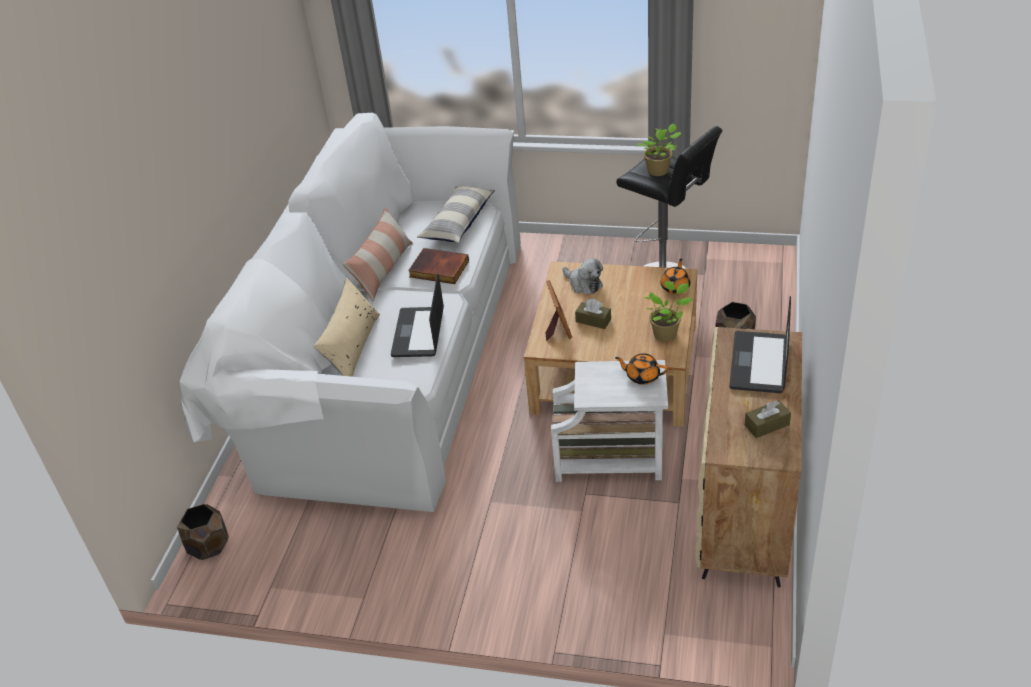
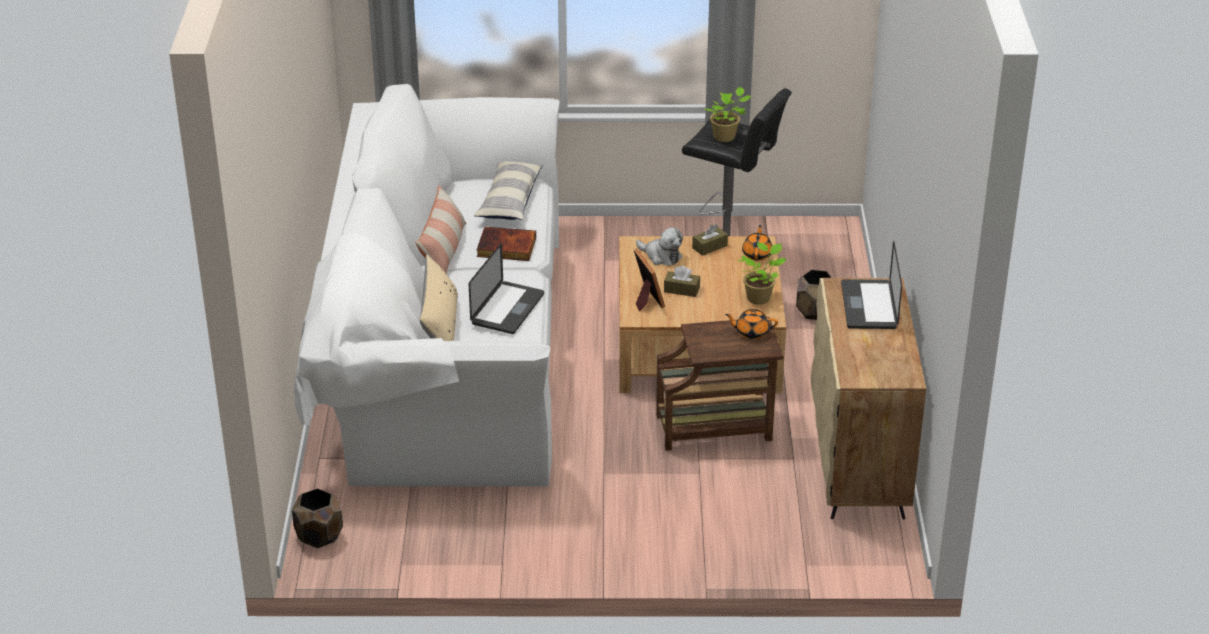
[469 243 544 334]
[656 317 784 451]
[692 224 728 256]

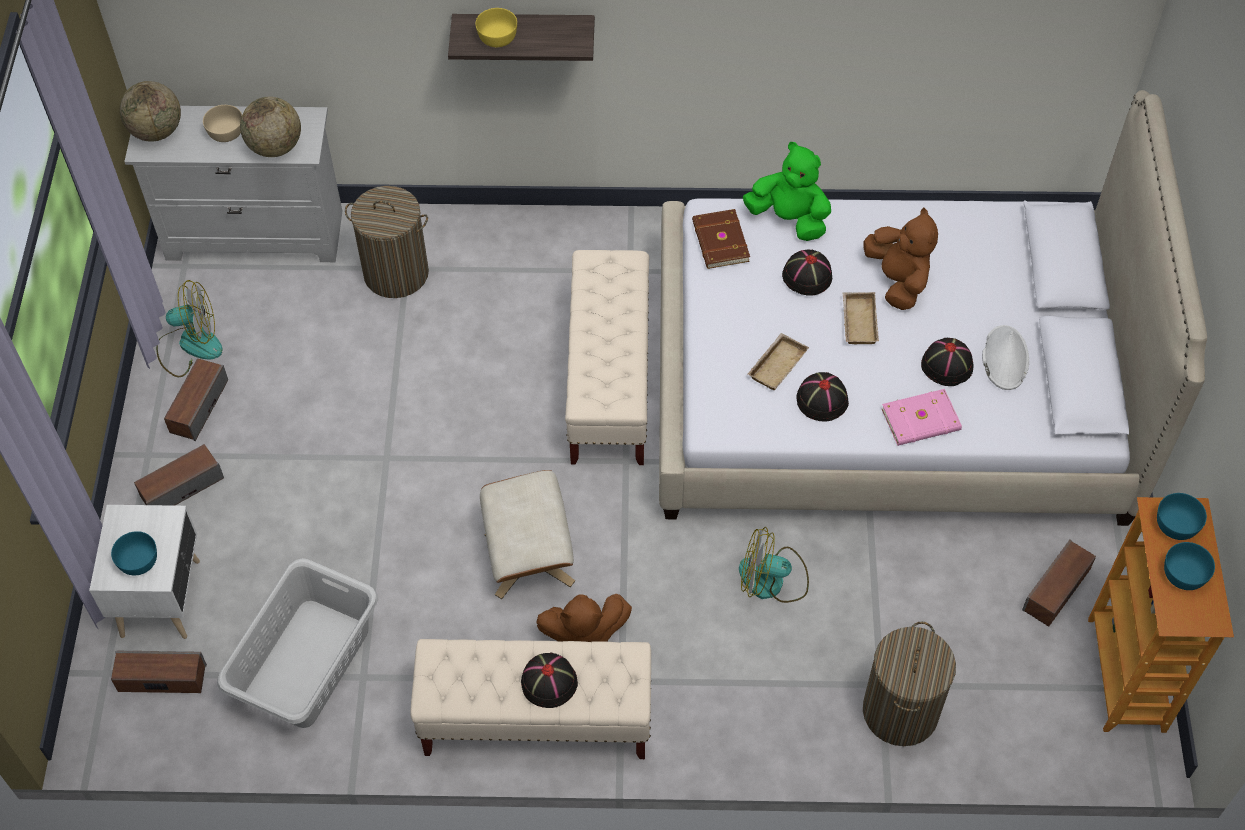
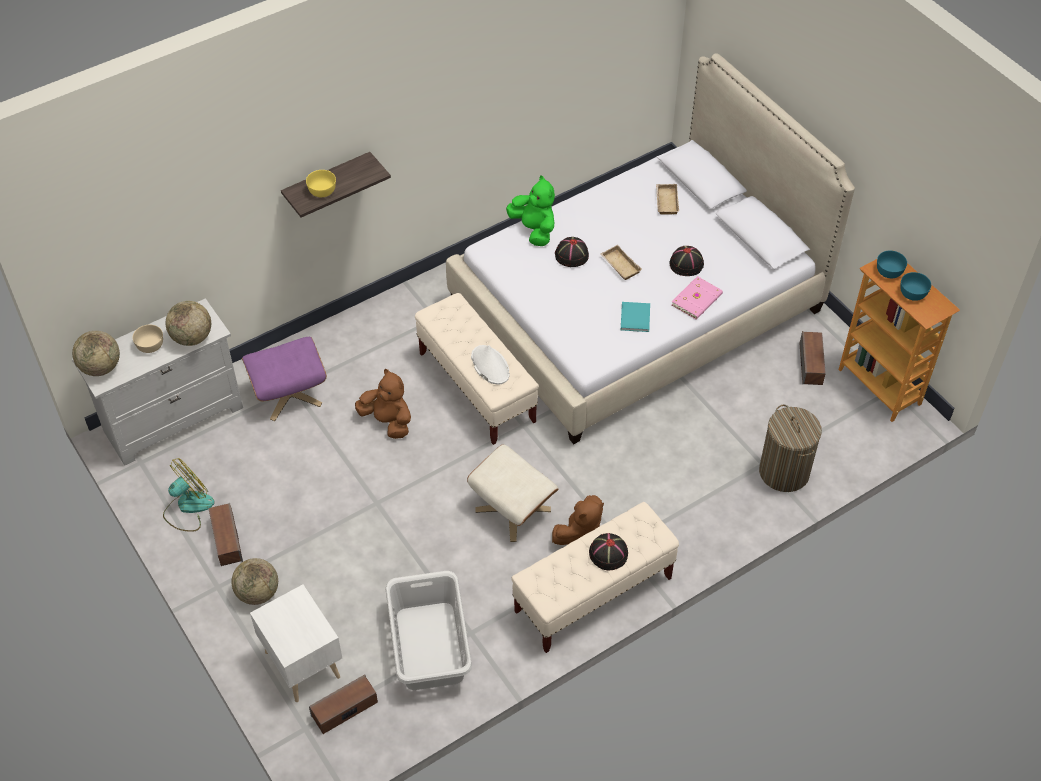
[111 531 157 575] (first image)
[231 558 278 605]
[242 337 327 421]
[692 209 750 269] (first image)
[739 527 809 603] (first image)
[506 175 555 246]
[656 184 679 215]
[621 302 650 332]
[355 369 411 439]
[471 345 510 385]

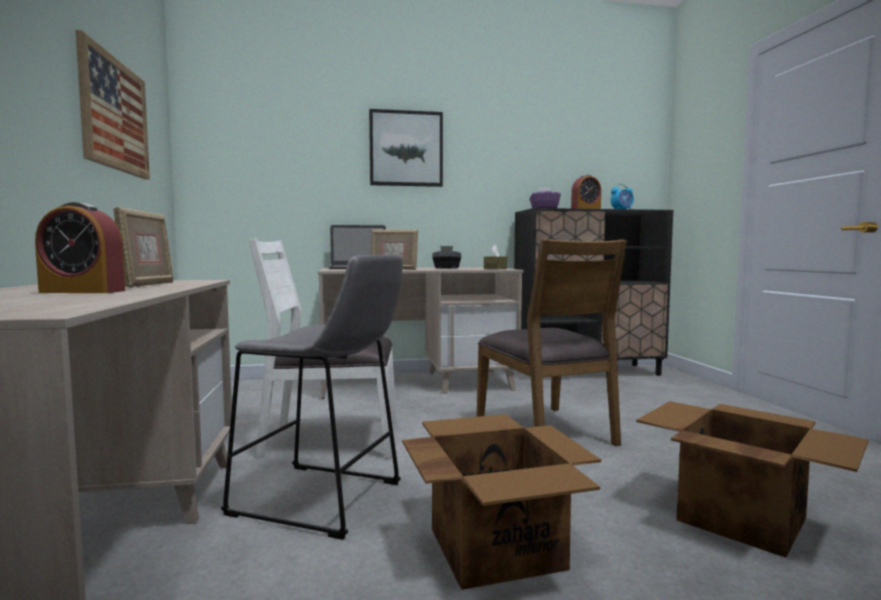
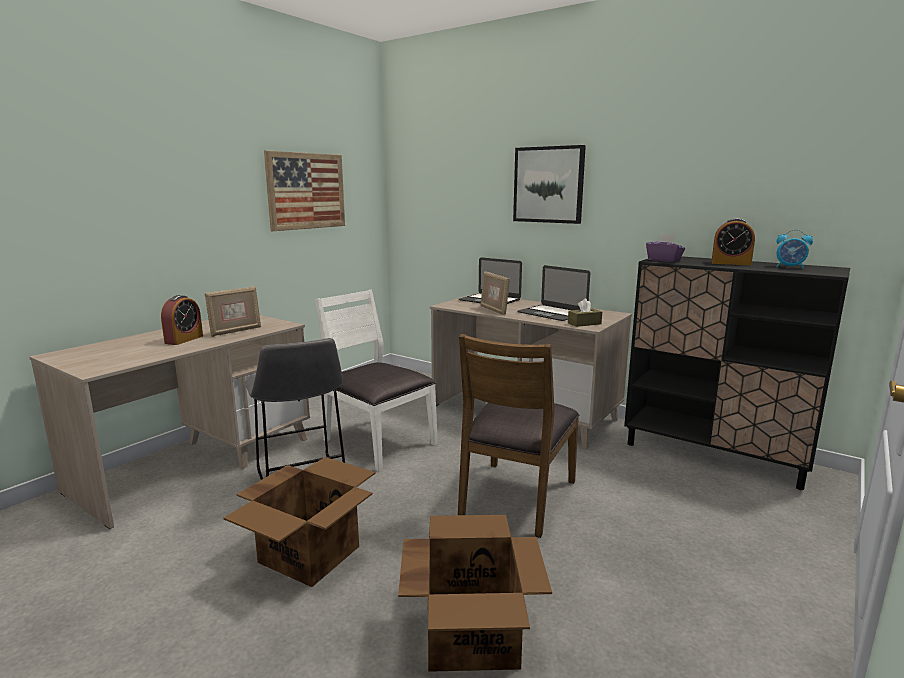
[161 295 203 345]
[517 265 590 321]

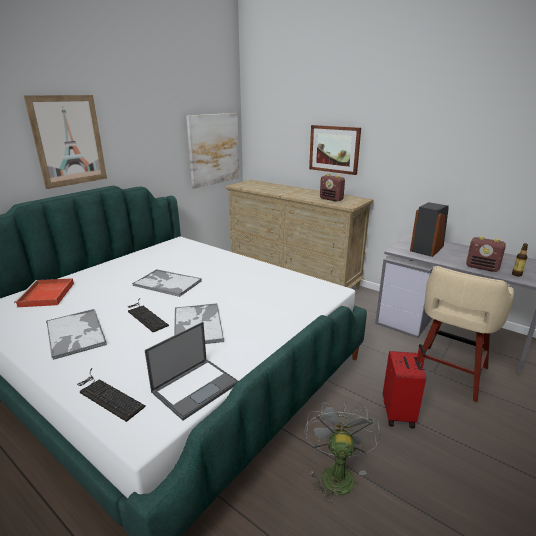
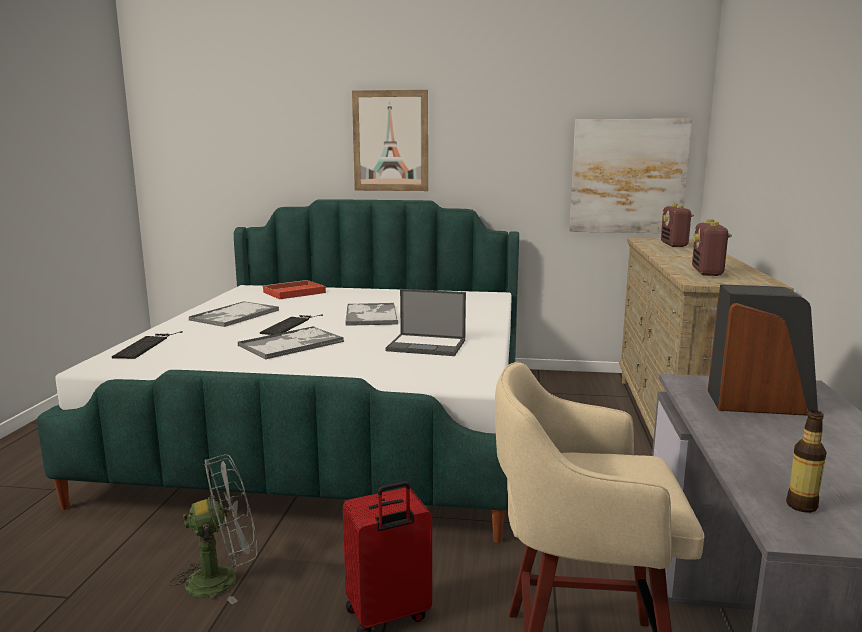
[386 289 466 356]
[309 125 361 175] (first image)
[661 204 694 247]

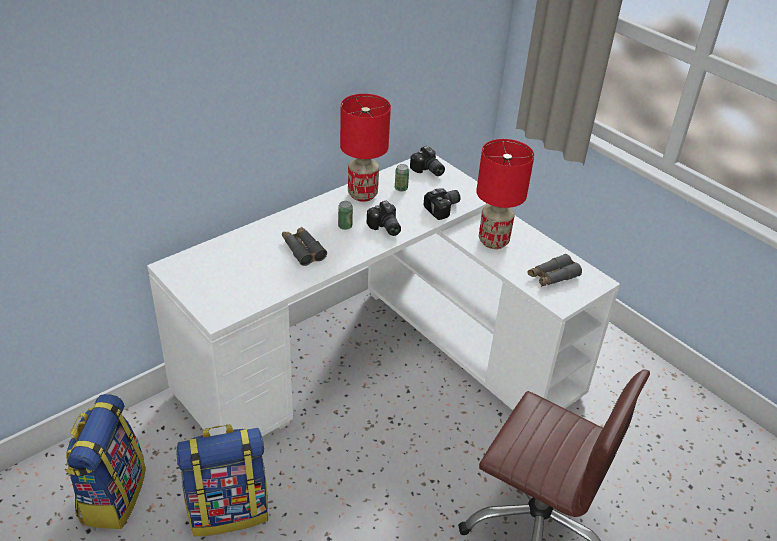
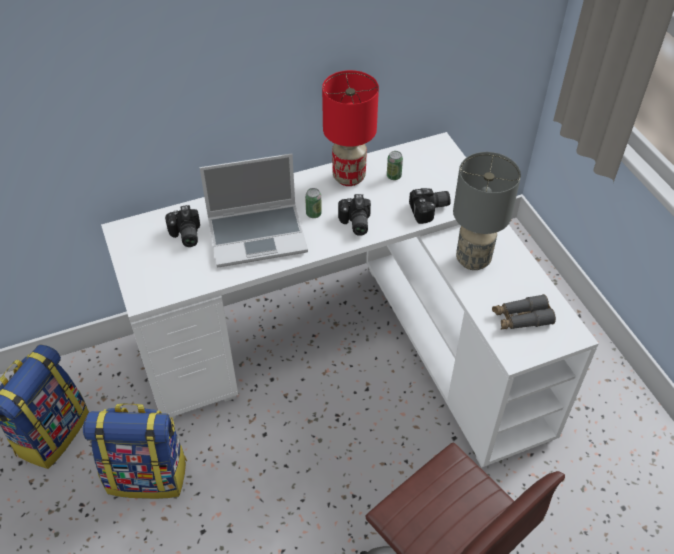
[200 154 308 267]
[165 205 200 247]
[453 152 521 270]

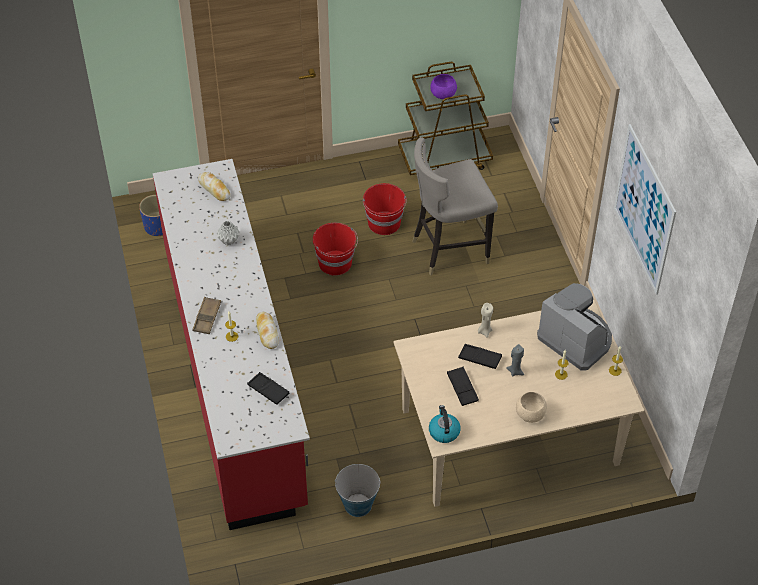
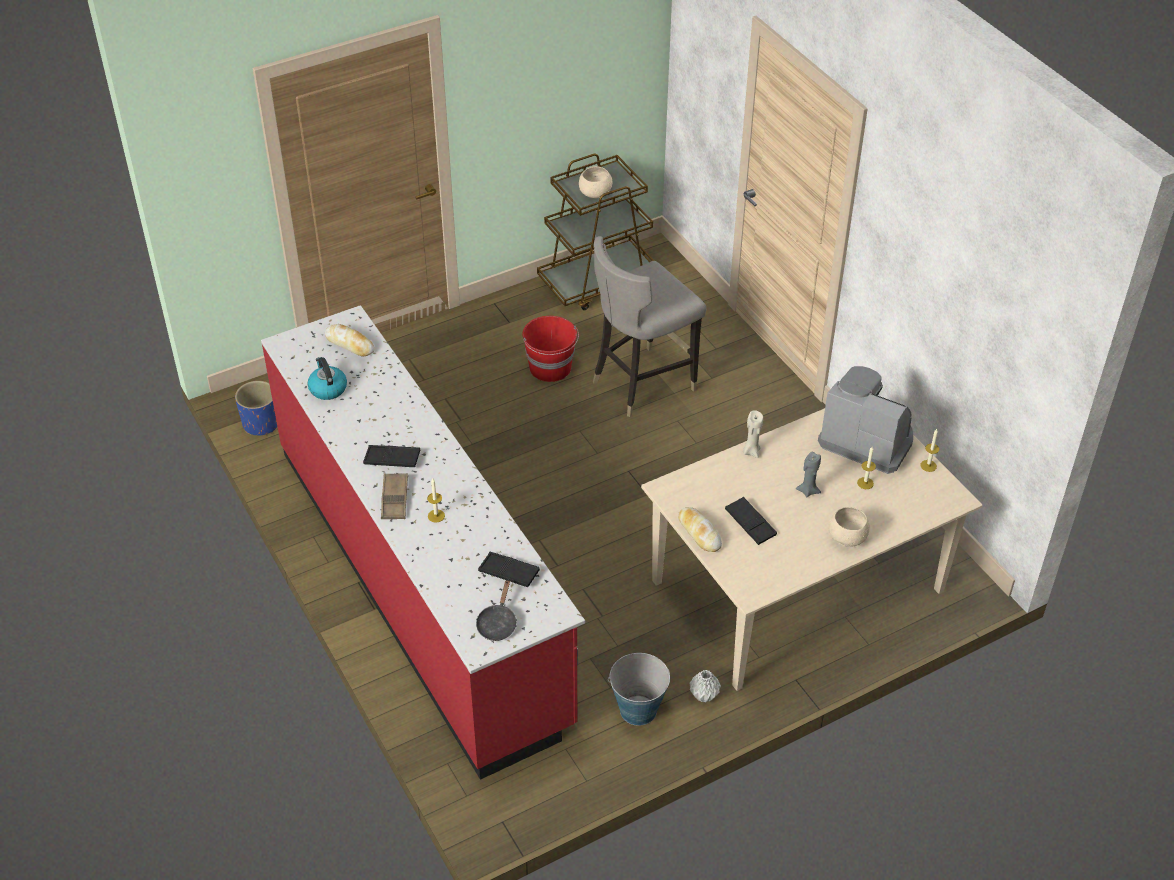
[689 670 721 703]
[678 507 722 552]
[313 223 358 275] (first image)
[307 357 347 400]
[579 166 613 198]
[363 445 420 467]
[614 124 676 295] (first image)
[476 580 517 641]

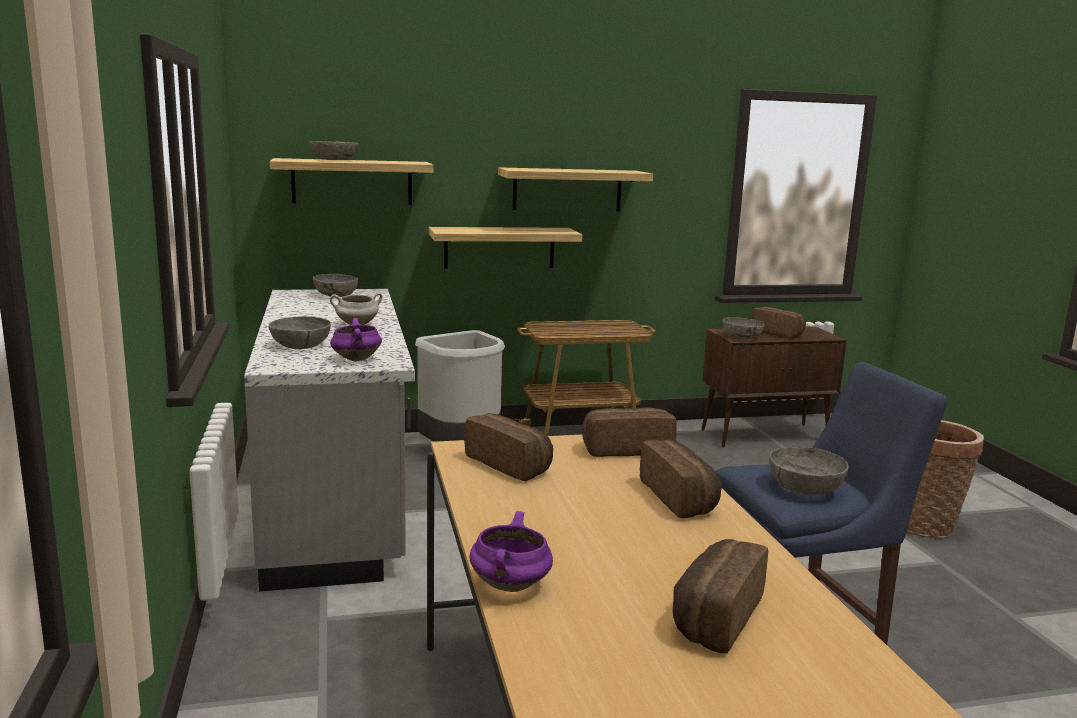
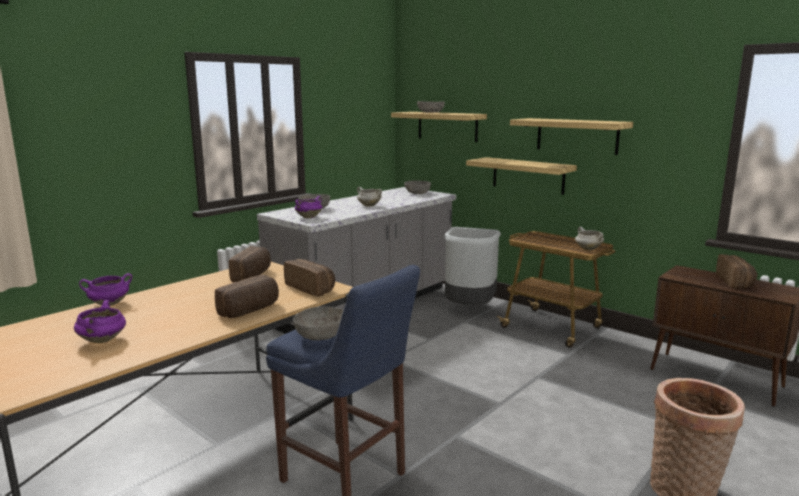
[74 300 126 343]
[723 317 765 339] (first image)
[575 227 604 250]

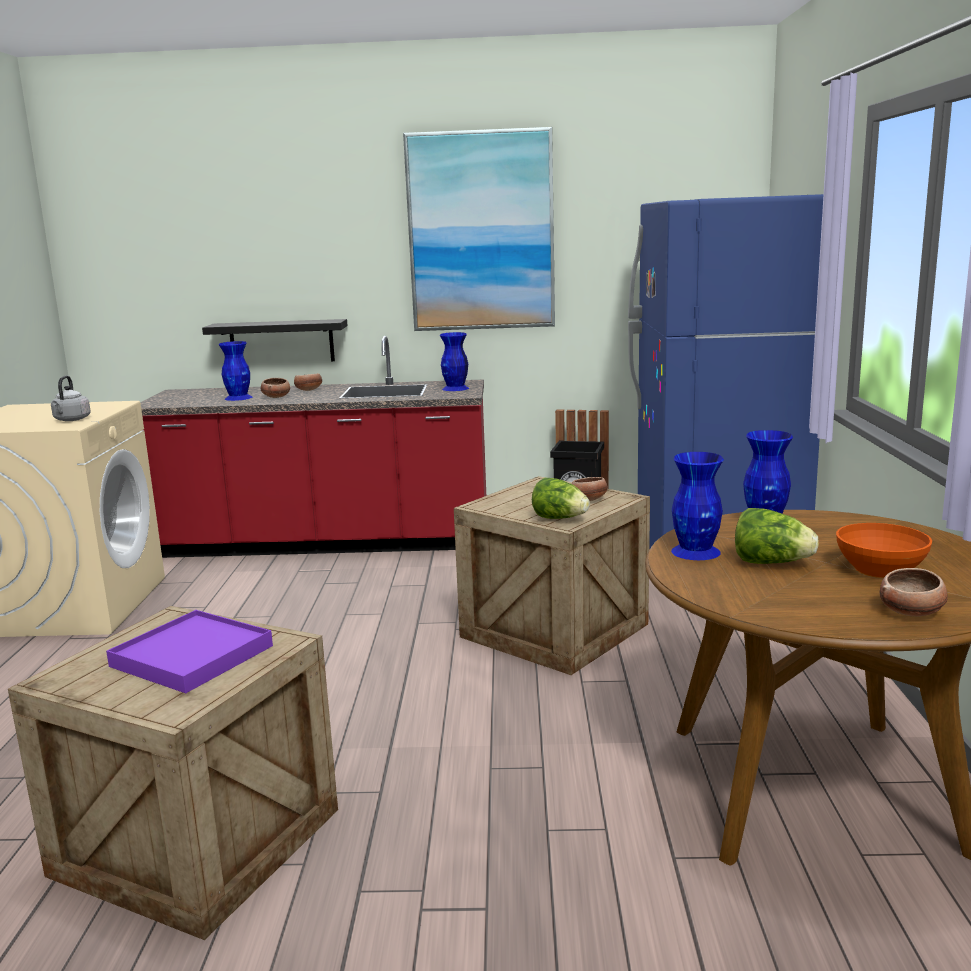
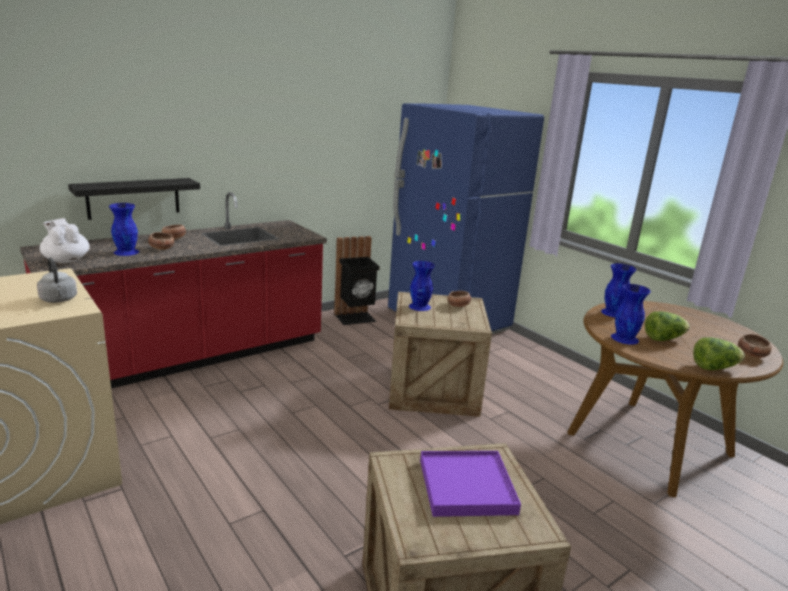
[403 127 555 331] (first image)
[409 261 435 311]
[693 337 745 370]
[836 523 932 578] (first image)
[40 218 90 263]

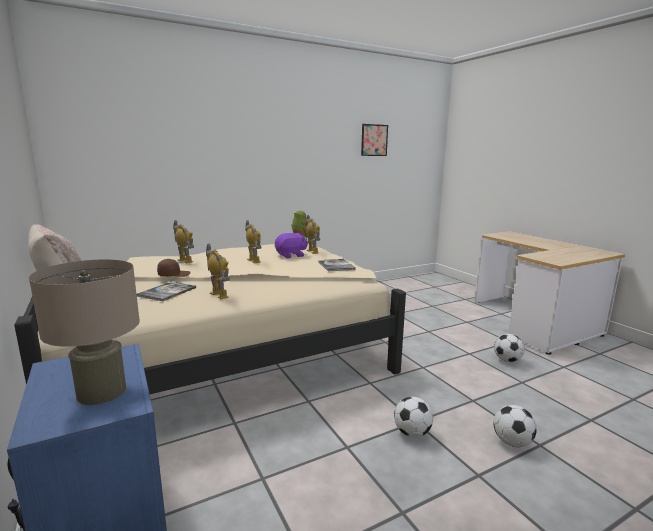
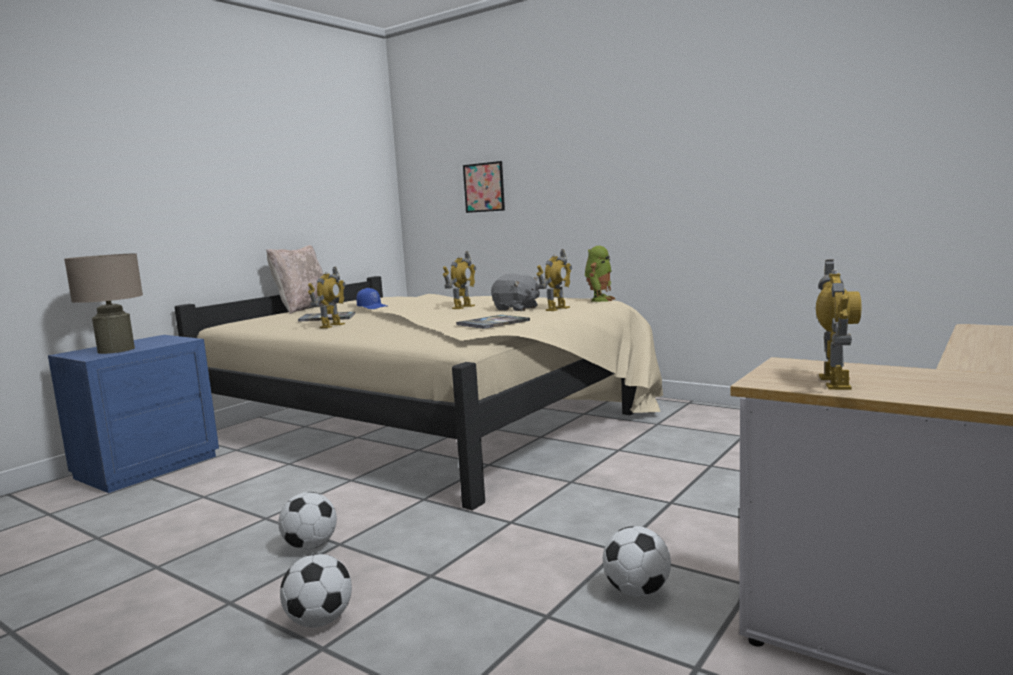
[356 288 388 309]
[816 259 861 390]
[491 274 540 311]
[463 161 505 213]

